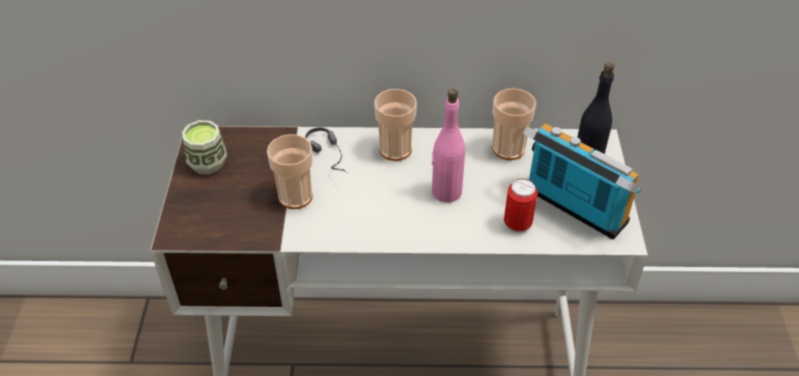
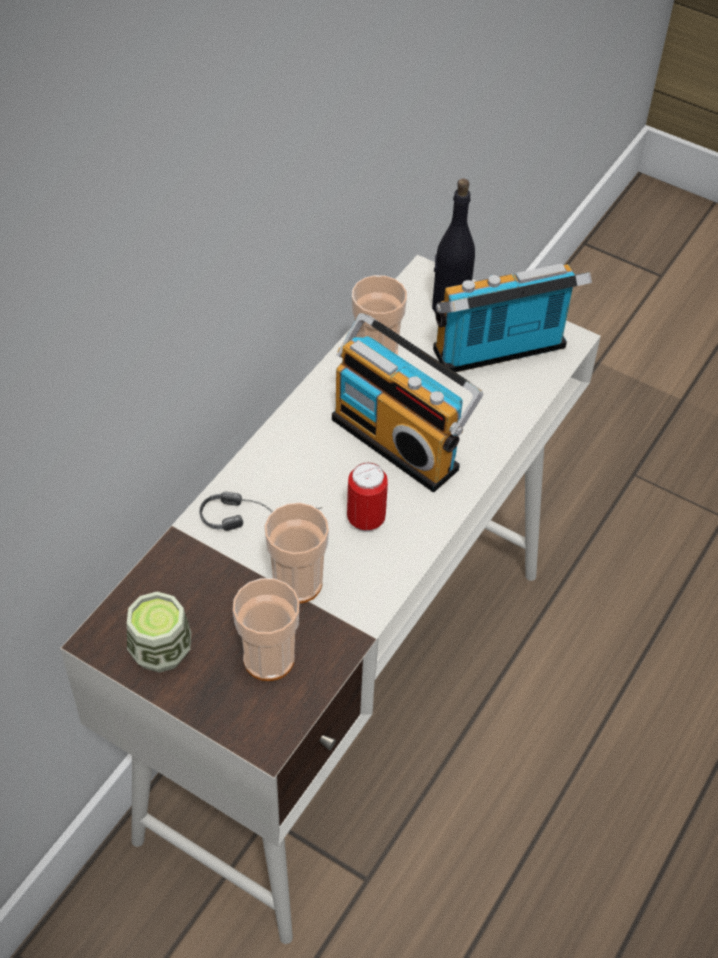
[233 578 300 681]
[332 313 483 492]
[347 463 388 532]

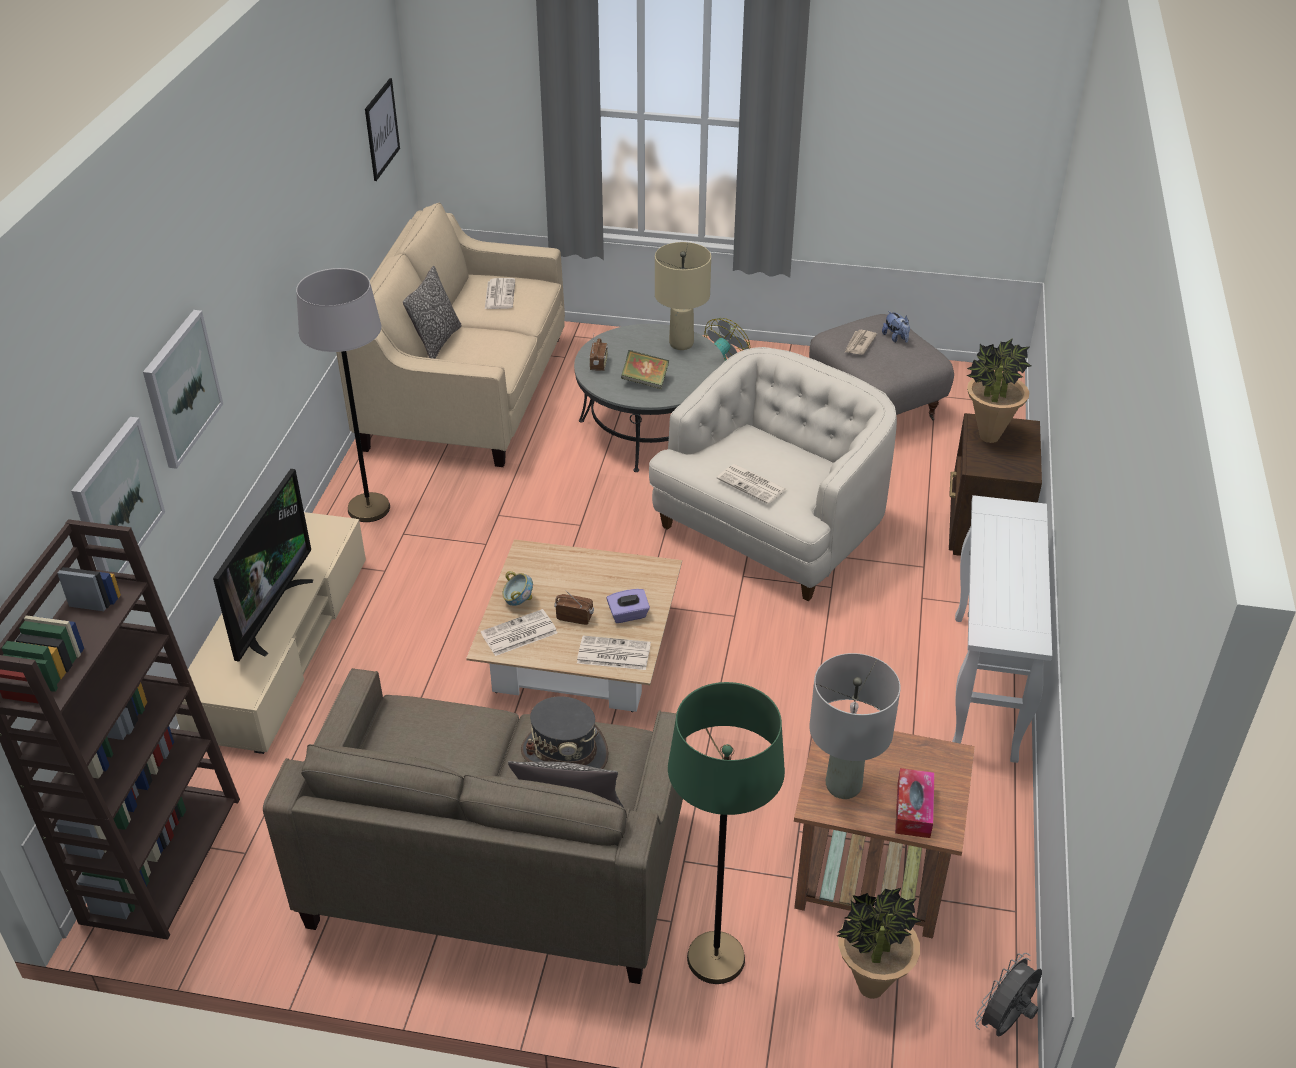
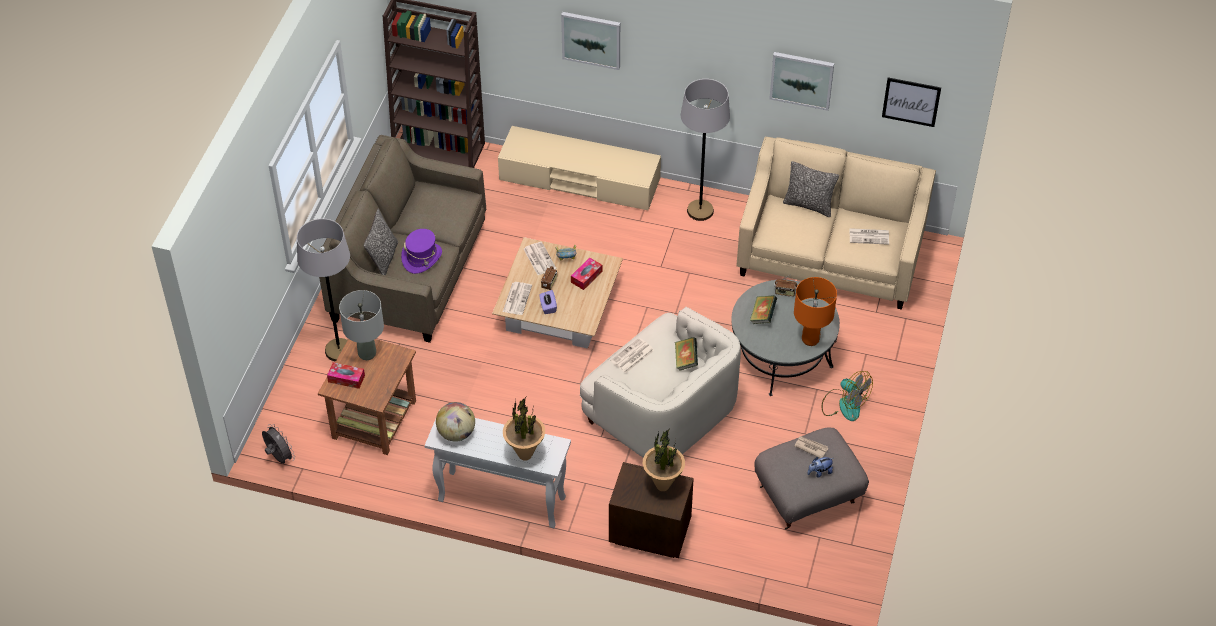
[769 52 834 111]
[213 469 313 661] (first image)
[401 229 442 274]
[794 277 837 346]
[297 219 350 362]
[503 397 545 461]
[436 402 475 442]
[571 258 602 290]
[675 337 698 371]

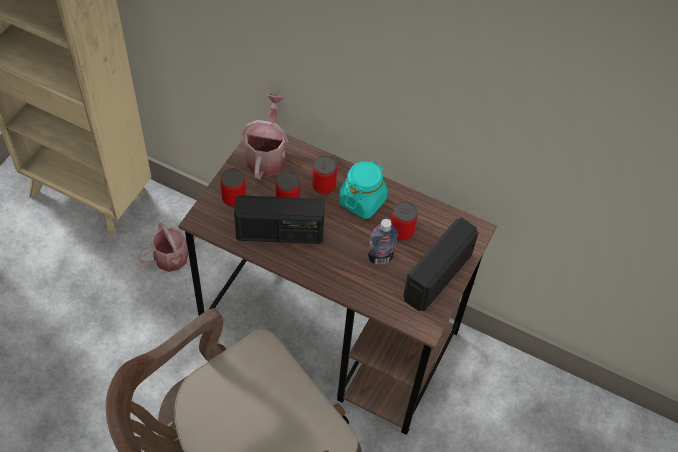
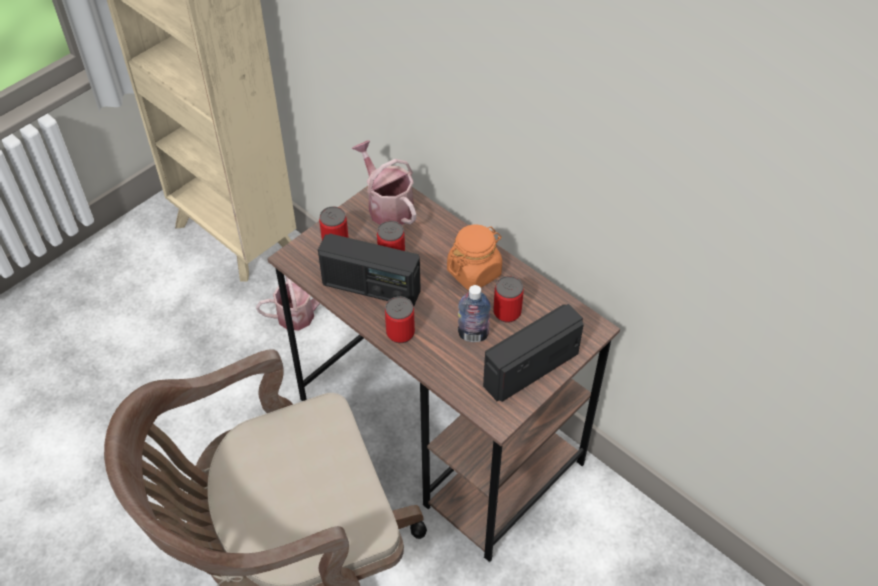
[352 140 416 225]
[385 296 415 343]
[447 224 502 290]

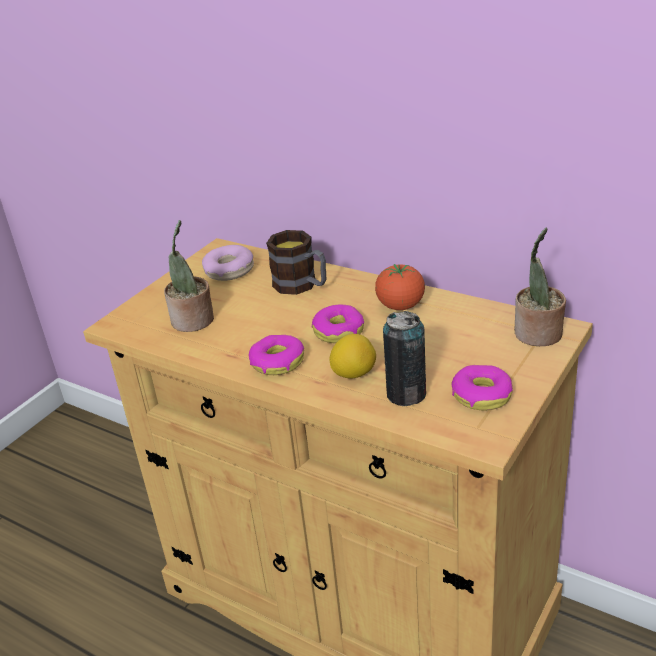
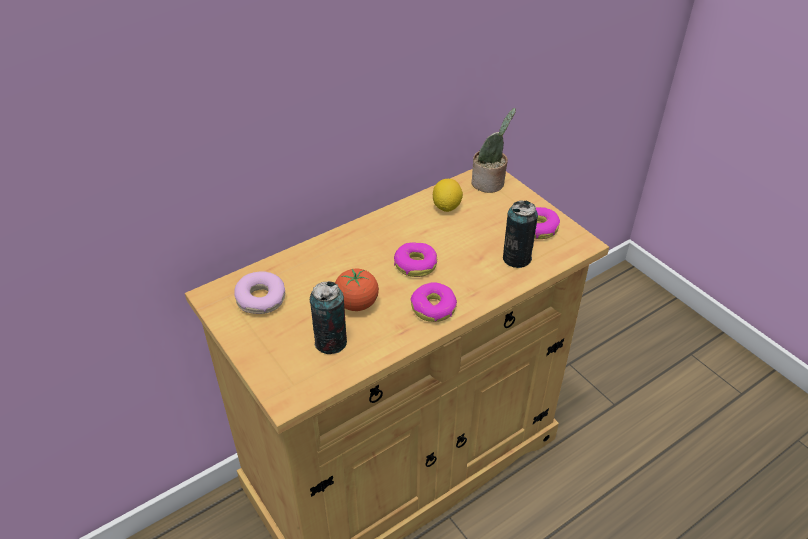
[310 281 347 354]
[266 230 326 295] (first image)
[433 179 463 212]
[335 268 379 311]

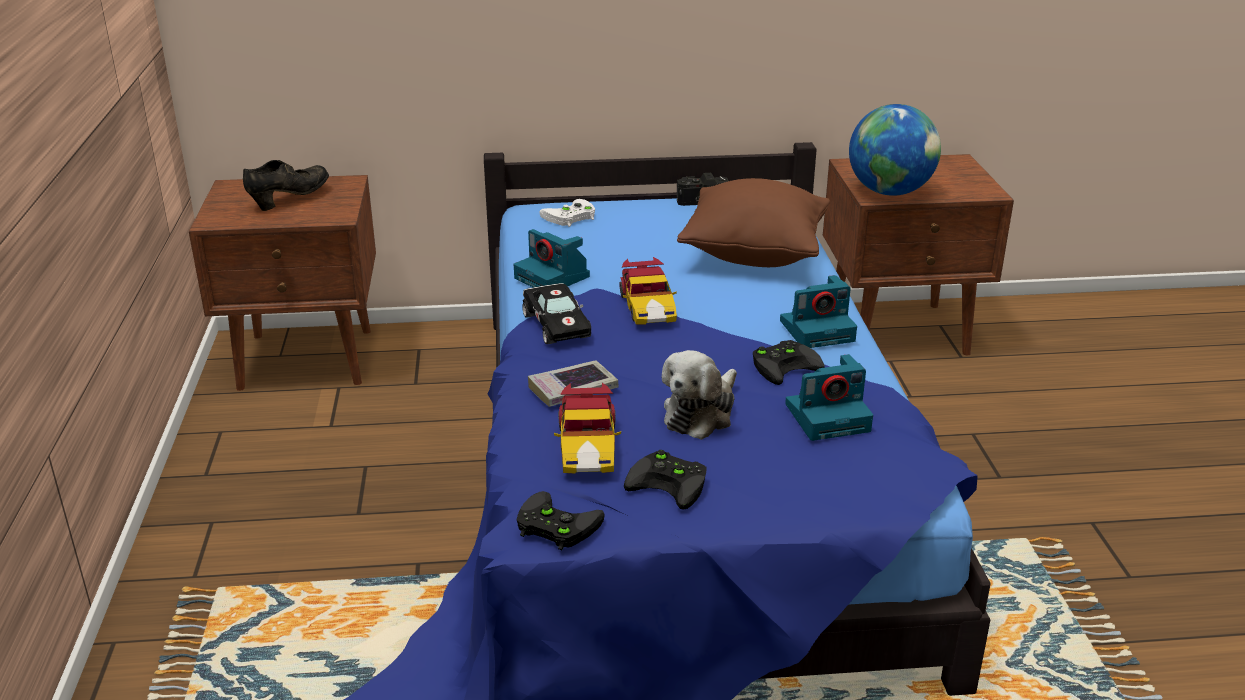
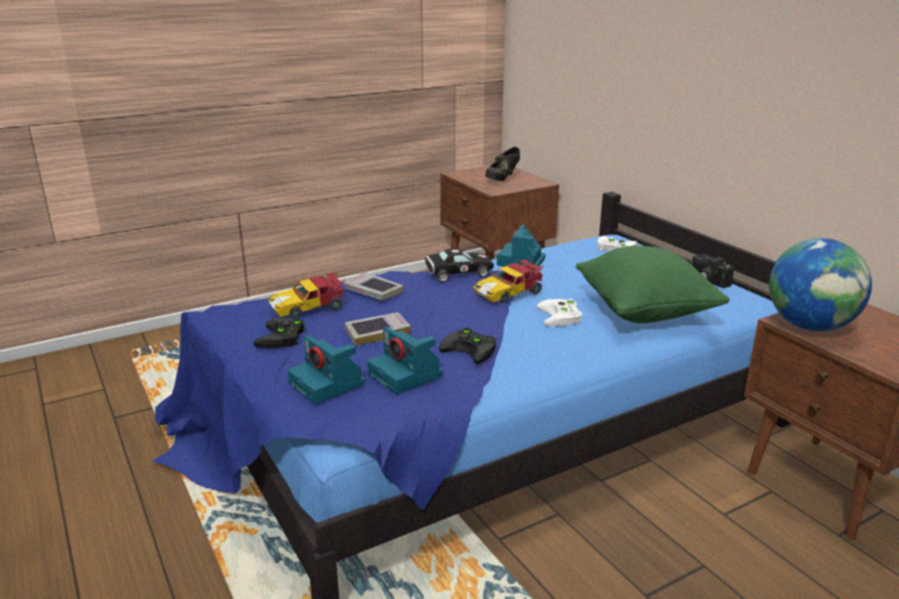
[485 147 520 181]
[517 491 605 550] (first image)
[425 249 494 282]
[345 312 410 346]
[576 246 730 323]
[288 335 365 404]
[537 299 582 327]

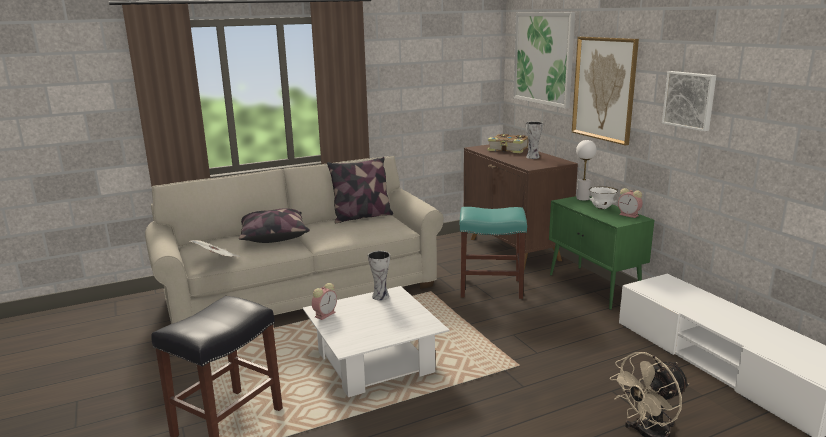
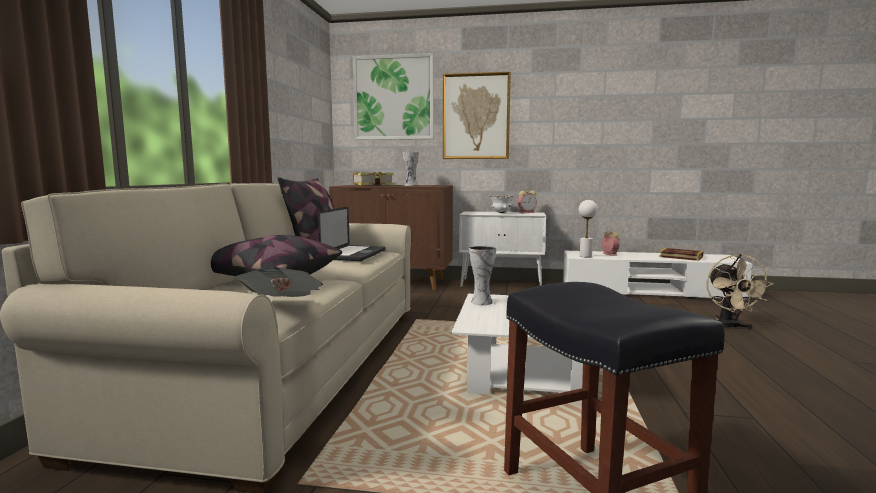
[602 231 620 256]
[460 207 527 299] (first image)
[459 211 546 287]
[579 200 598 258]
[662 71 716 131] (first image)
[318 207 386 261]
[659 248 704 261]

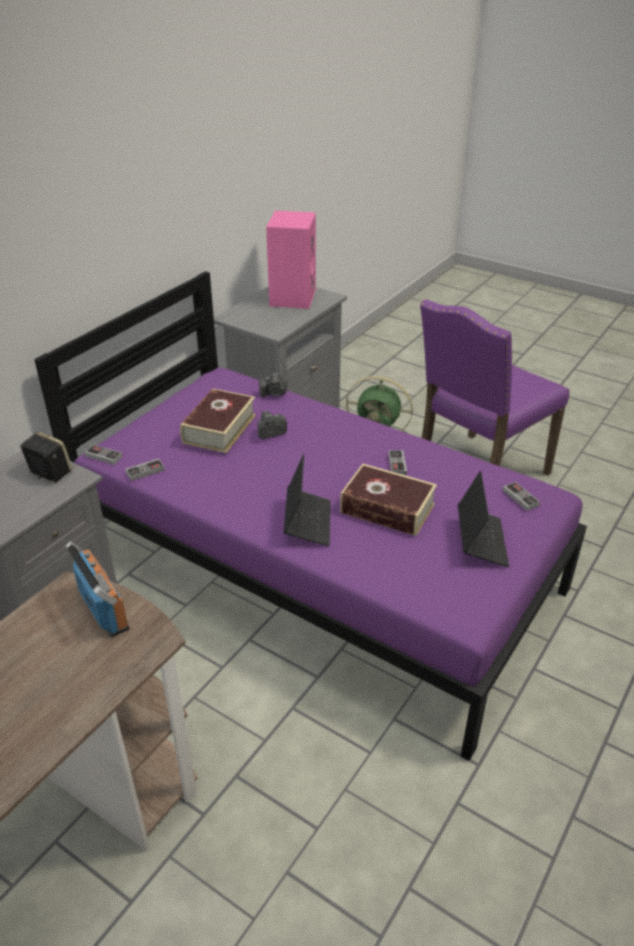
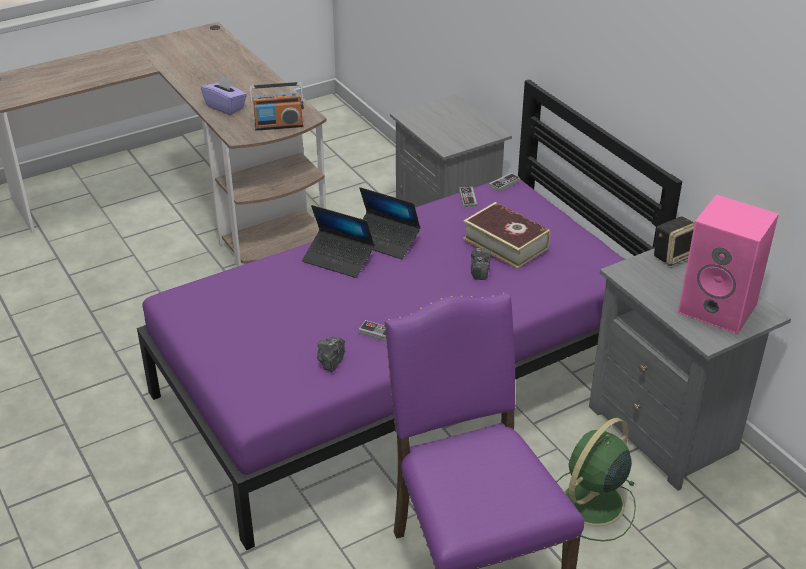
[654 217 695 266]
[317 337 345 372]
[340 464 437 536] (first image)
[359 187 420 259]
[503 482 540 511] (first image)
[201 75 247 115]

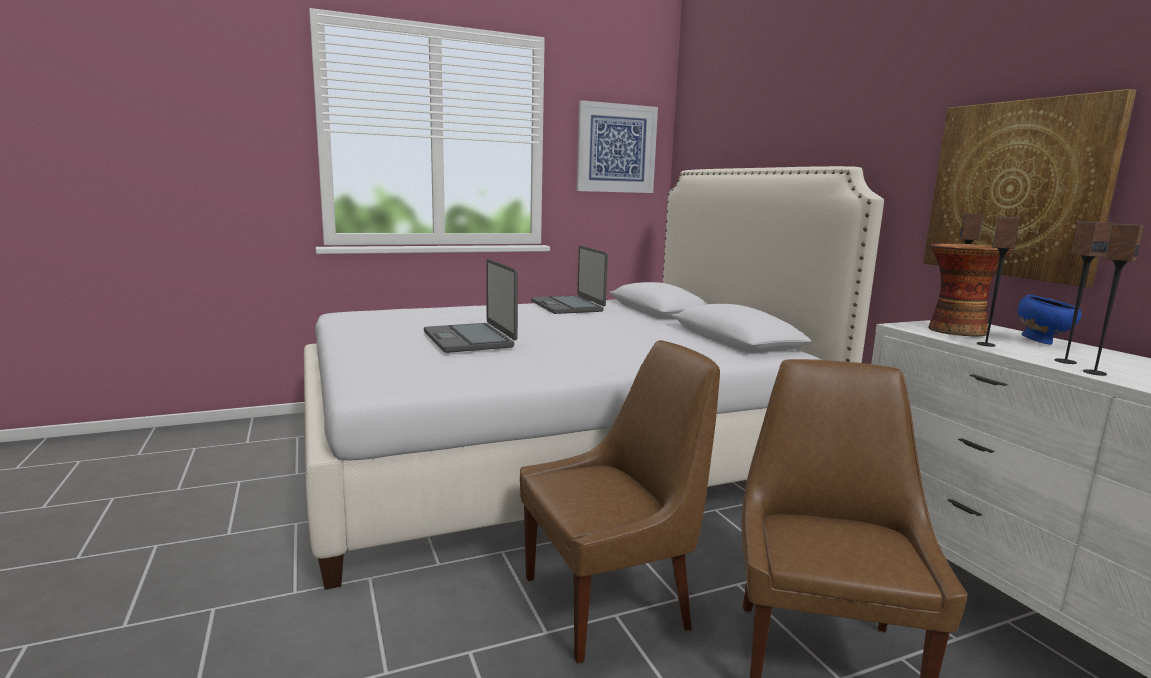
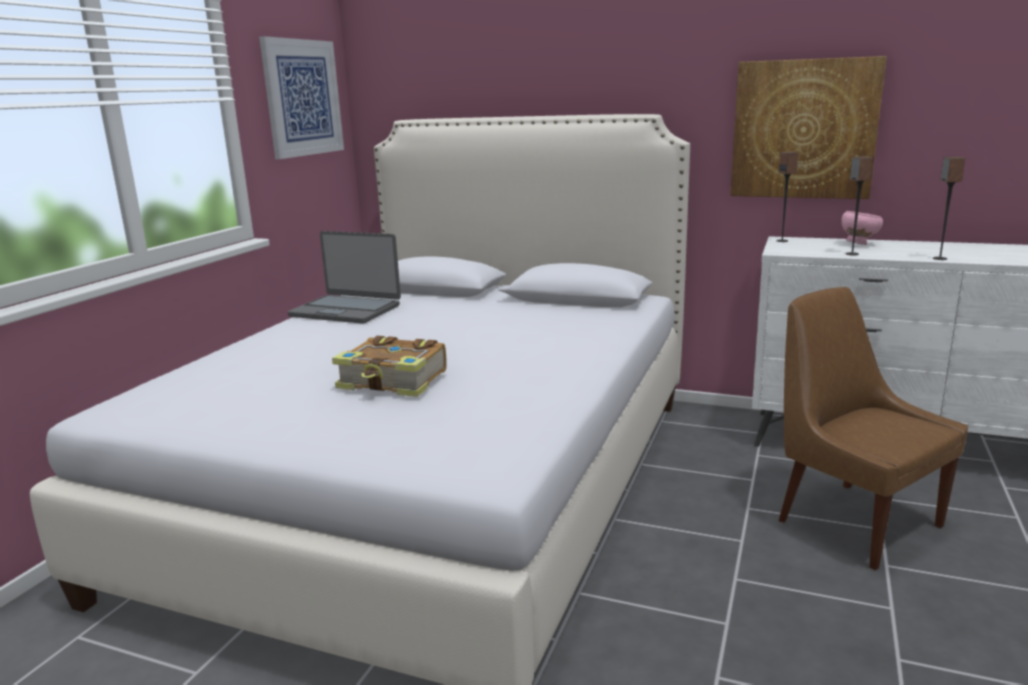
[332 336 447 397]
[520 340 720 663] (first image)
[928 243 1014 336] (first image)
[841 211 883 245]
[1055 221 1113 364] (first image)

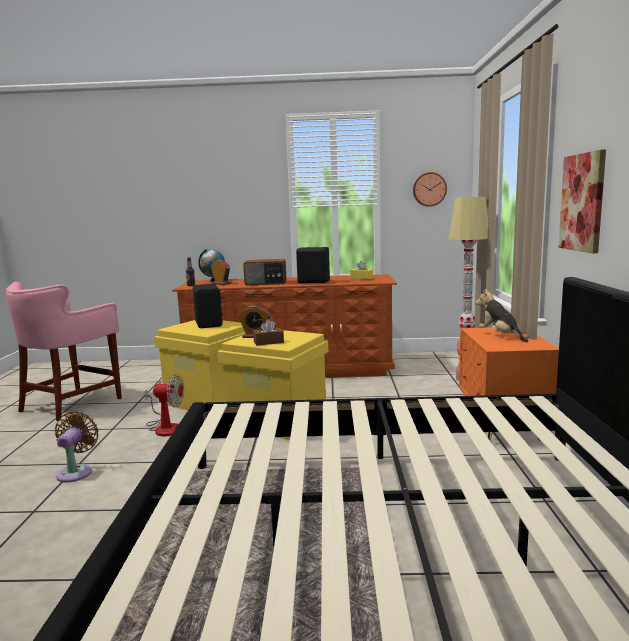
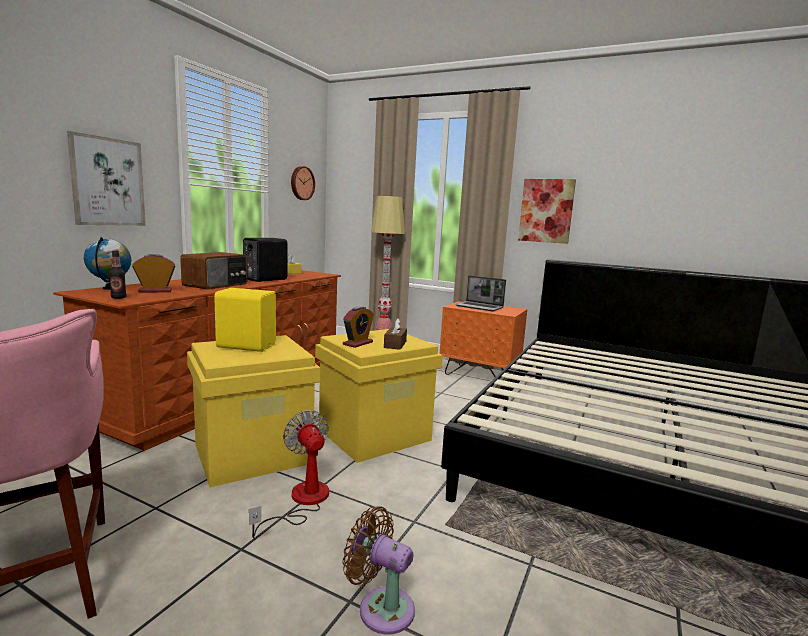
[249 410 329 538]
[214 288 276 352]
[455 275 506 311]
[67 131 146 226]

